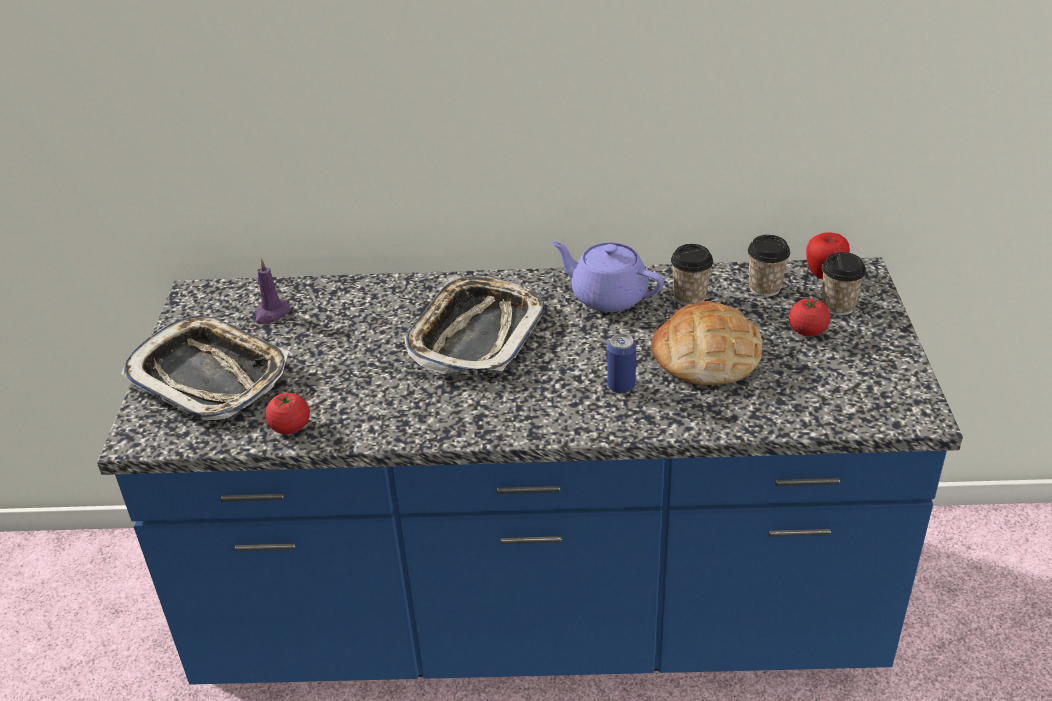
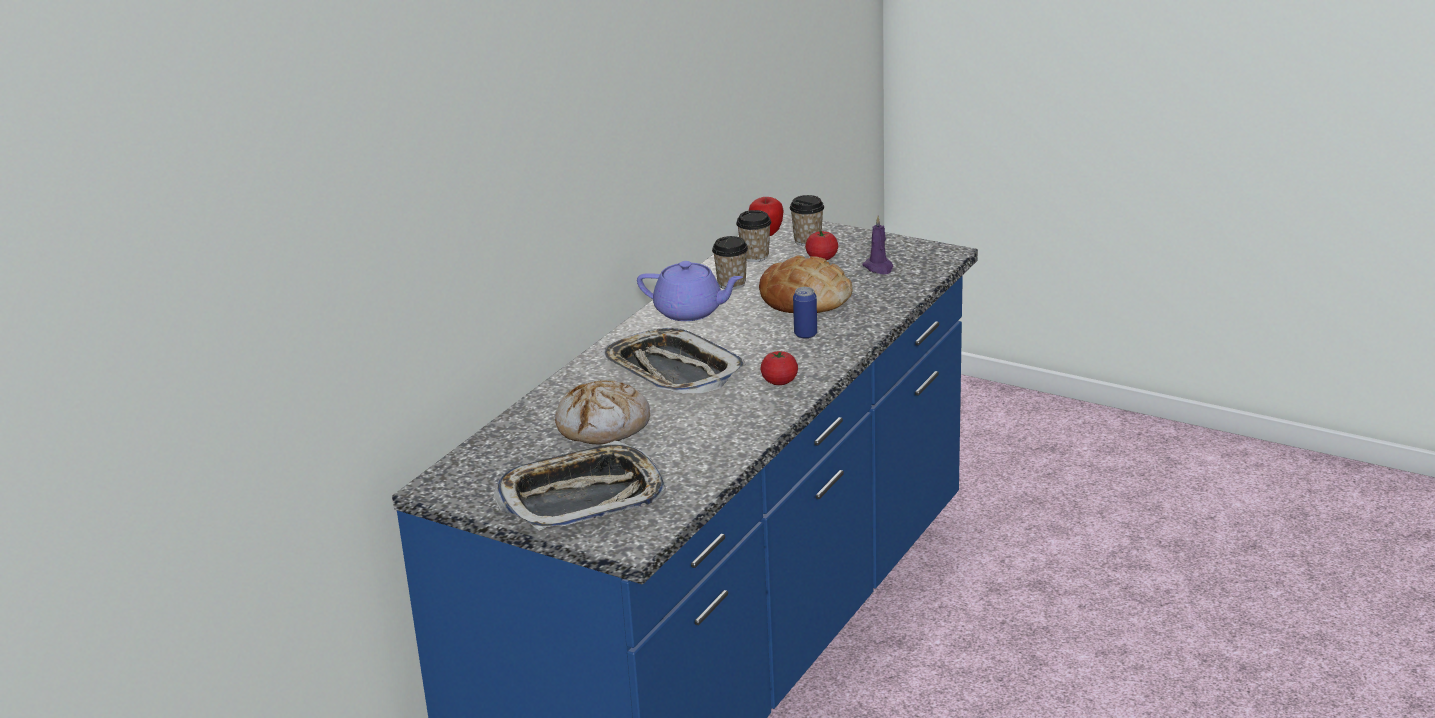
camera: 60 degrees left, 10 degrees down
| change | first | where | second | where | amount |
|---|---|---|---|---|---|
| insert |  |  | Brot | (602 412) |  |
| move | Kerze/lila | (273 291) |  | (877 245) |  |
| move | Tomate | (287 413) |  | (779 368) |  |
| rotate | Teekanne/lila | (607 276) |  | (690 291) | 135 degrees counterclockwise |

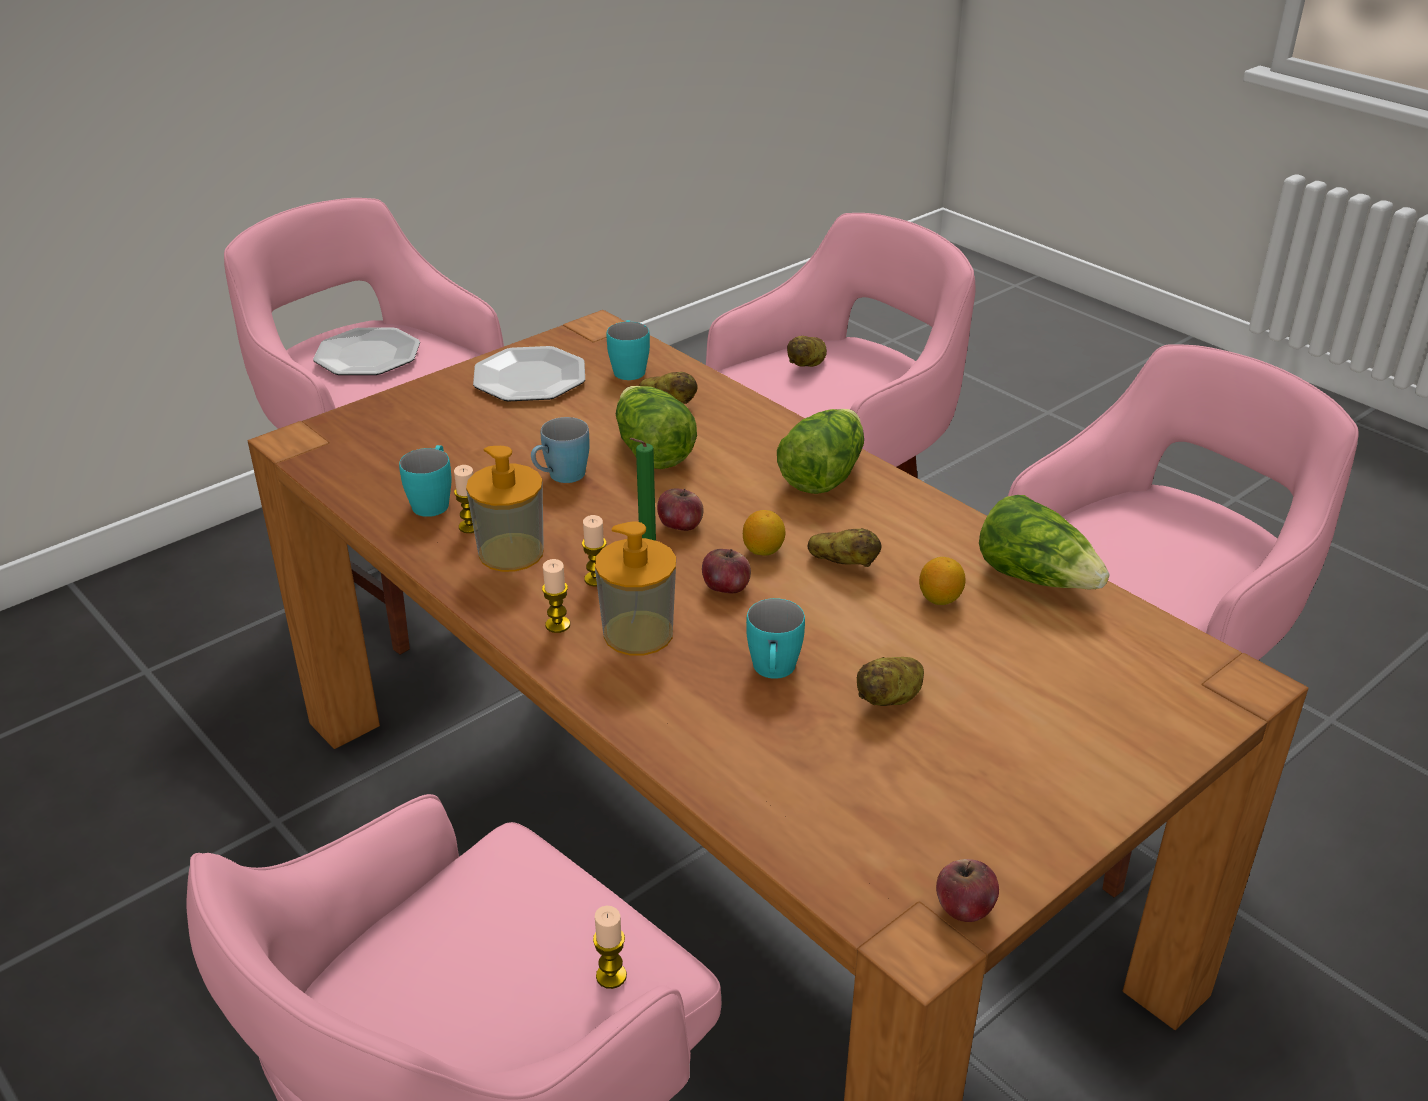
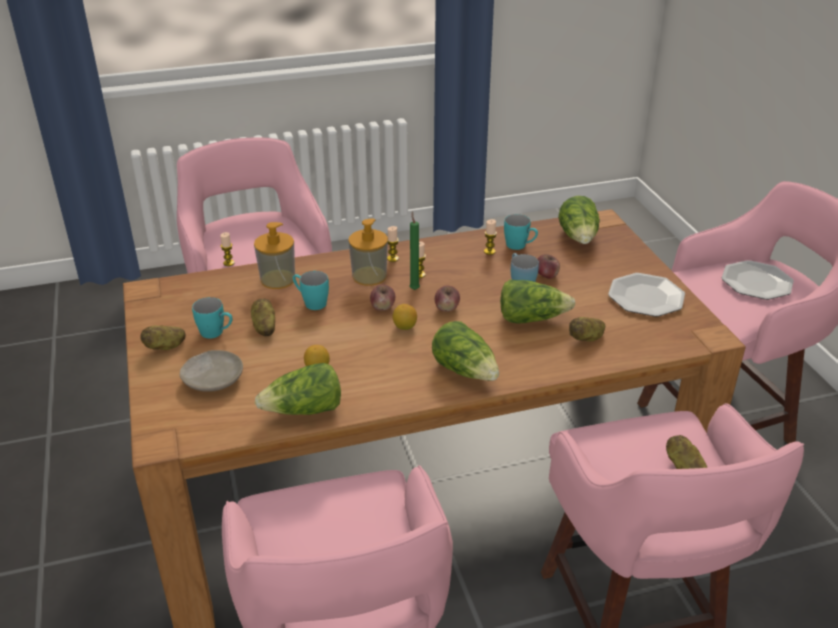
camera: 115 degrees right, 0 degrees up
| change | first | where | second | where | amount |
|---|---|---|---|---|---|
| insert |  |  | Teller/beige | (211 371) |  |
| insert |  |  | Salatkopf | (579 220) |  |
| move | Seifenspender | (505 509) |  | (274 255) |  |
| move | Henkelbecher/türkis | (628 350) |  | (212 318) |  |
| move | Kartoffel | (844 547) |  | (162 337) |  |
| move | Apfel | (967 890) |  | (549 266) |  |

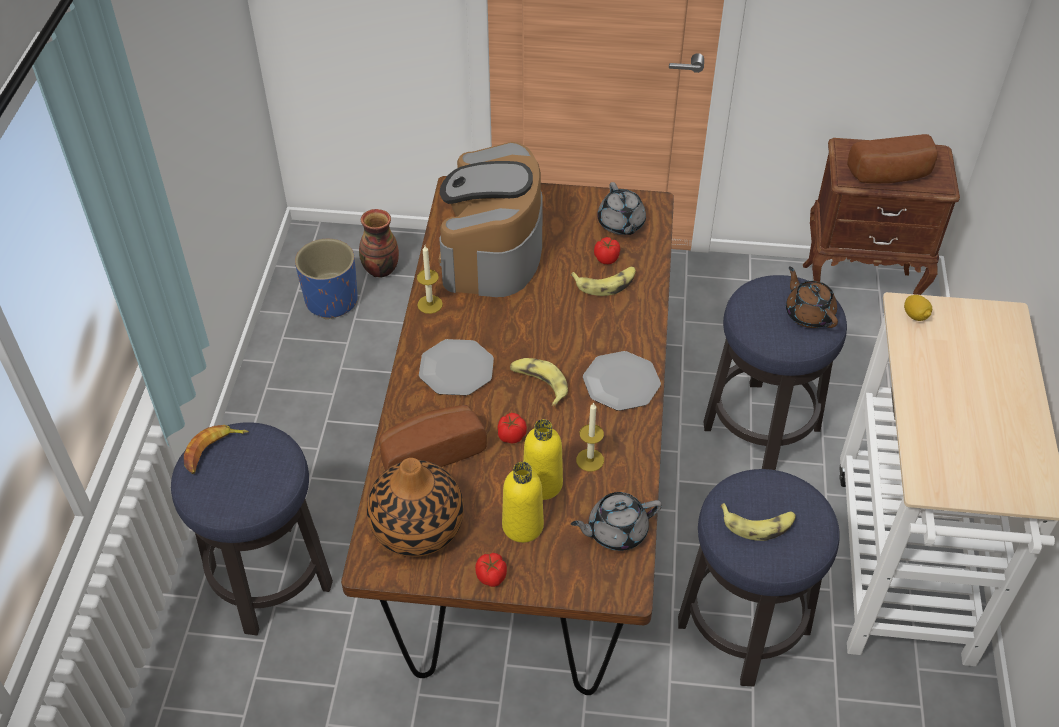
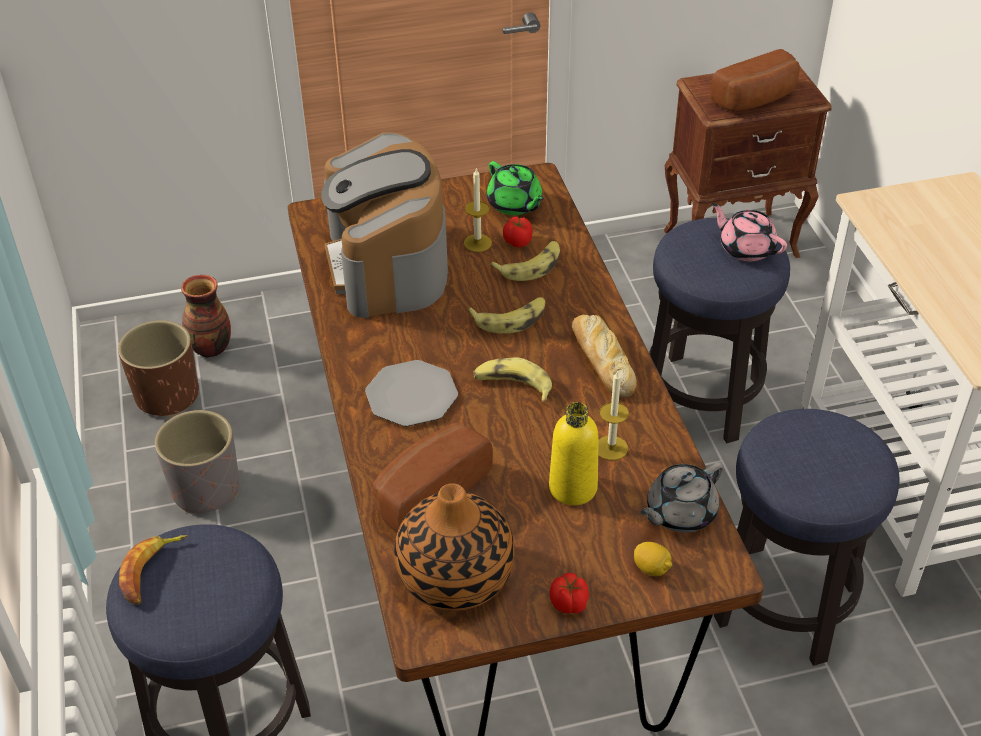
camera: 20 degrees left, 5 degrees down
| change | first | where | second | where | amount |
|---|---|---|---|---|---|
| delete | Tomate | (512 428) |  |  |  |
| delete | Flasche/gelb | (523 502) |  |  |  |
| insert |  |  | Pflanzkübel/grau | (197 462) |  |
| move | Kerze | (430 280) |  | (478 209) |  |
| move | Banane | (758 522) |  | (506 315) |  |
| move | Zitrone | (918 308) |  | (653 559) |  |
| replace | Teller | (622 381) | Brot | (604 356) |  |
| recolor | Pflanzkübel/blau | (326 279) | Pflanzkübel/braun | (158 369) |  |
| recolor | Teekanne/grau | (621 208) | Teekanne/grün | (515 188) |  |
| recolor | Teekanne/braun | (812 297) | Teekanne/rosa | (749 232) |  |

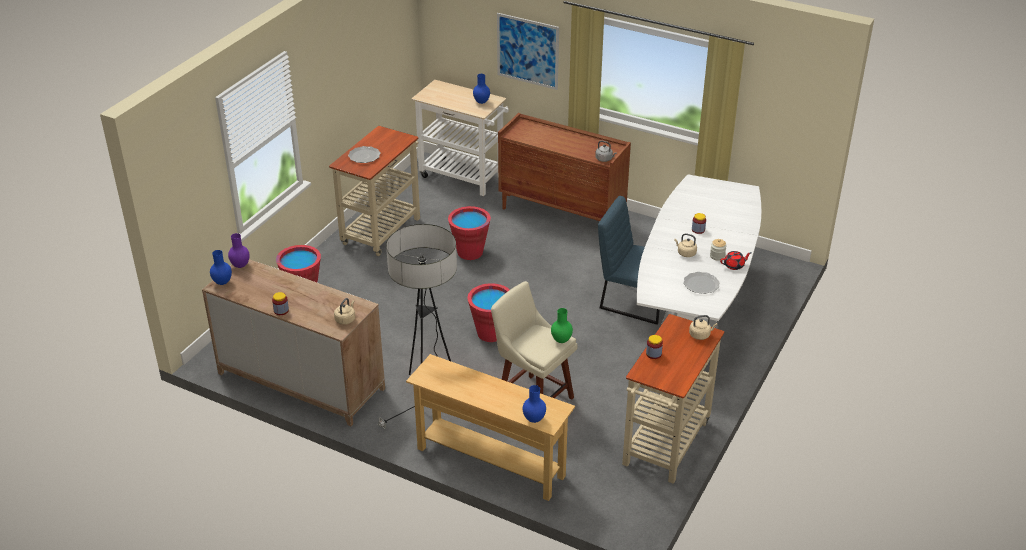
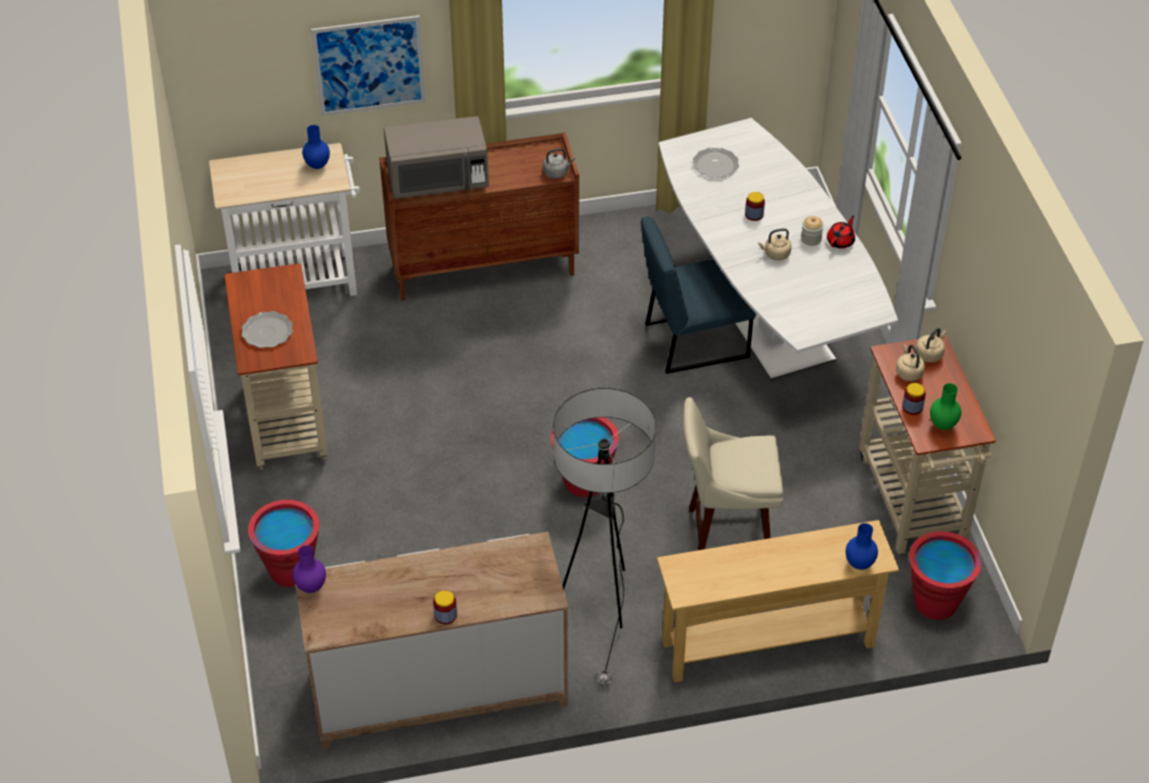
camera: 40 degrees left, 10 degrees up
| change | first | where | second | where | amount |
|---|---|---|---|---|---|
| delete | Vase/blau | (221 267) |  |  |  |
| insert |  |  | Mikrowelle/grau | (436 157) |  |
| move | Wasserkessel/beige | (344 311) |  | (910 363) |  |
| move | Eimer/rot | (469 233) |  | (945 575) |  |
| move | Vase/grün | (562 325) |  | (945 406) |  |
| move | Teller | (701 283) |  | (716 163) |  |

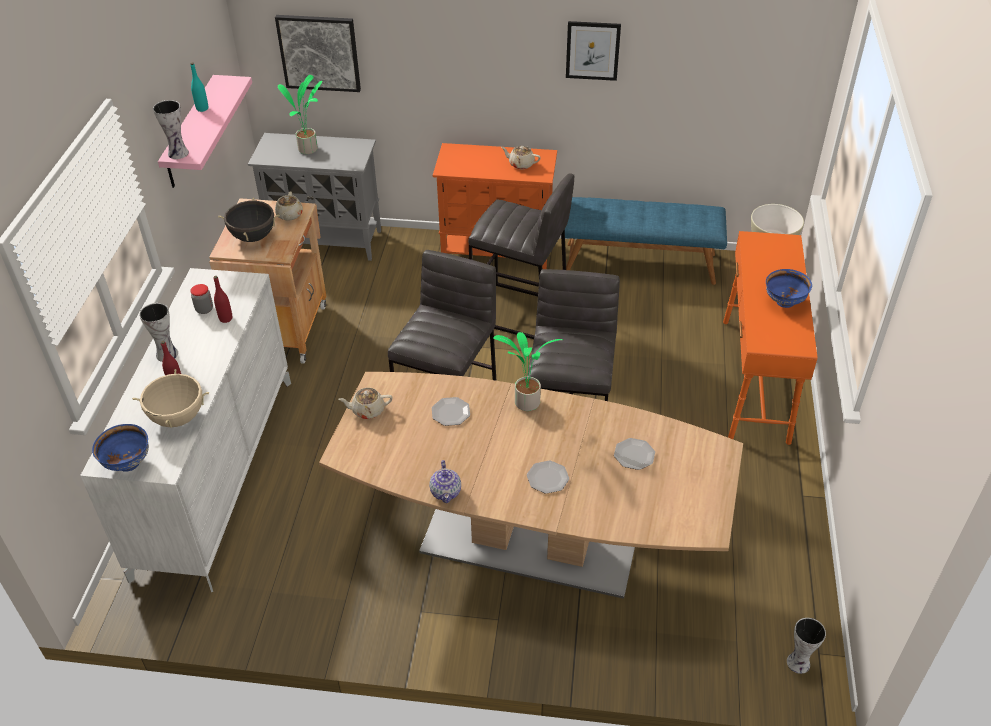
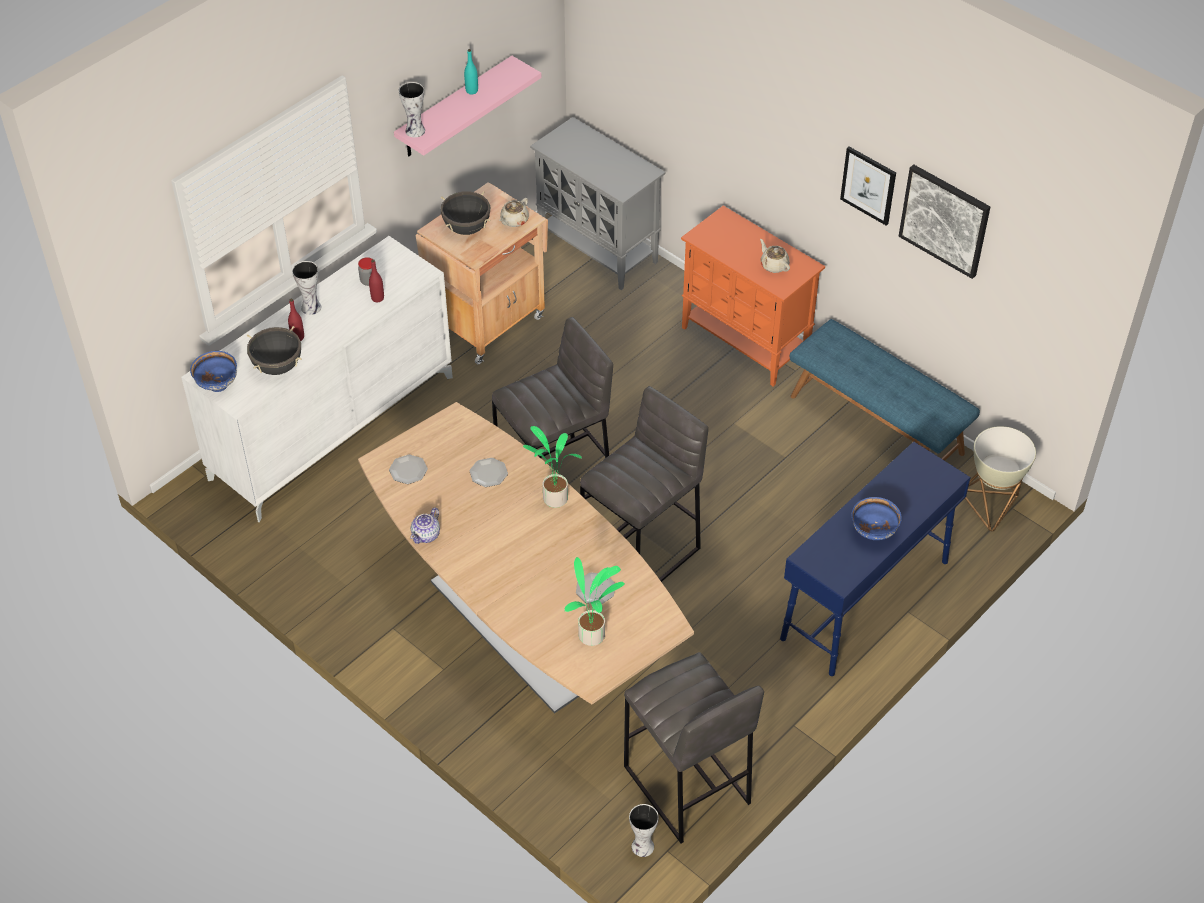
camera: 35 degrees right, 5 degrees up
| change | first | where | second | where | amount |
|---|---|---|---|---|---|
| delete | Teekanne/beige | (365 403) |  |  |  |
| move | Bild | (318 53) |  | (944 221) |  |
| move | Topfpflanze | (300 114) |  | (595 601) |  |
| move | Hocker/grau | (521 256) |  | (694 748) |  |
| move | Teller | (548 477) |  | (408 469) |  |
| recolor | Kochtopf/beige | (170 398) | Kochtopf/schwarz | (274 350) |  |
| recolor | Konsolentisch/orange | (770 338) | Konsolentisch/blau | (875 559) |  |

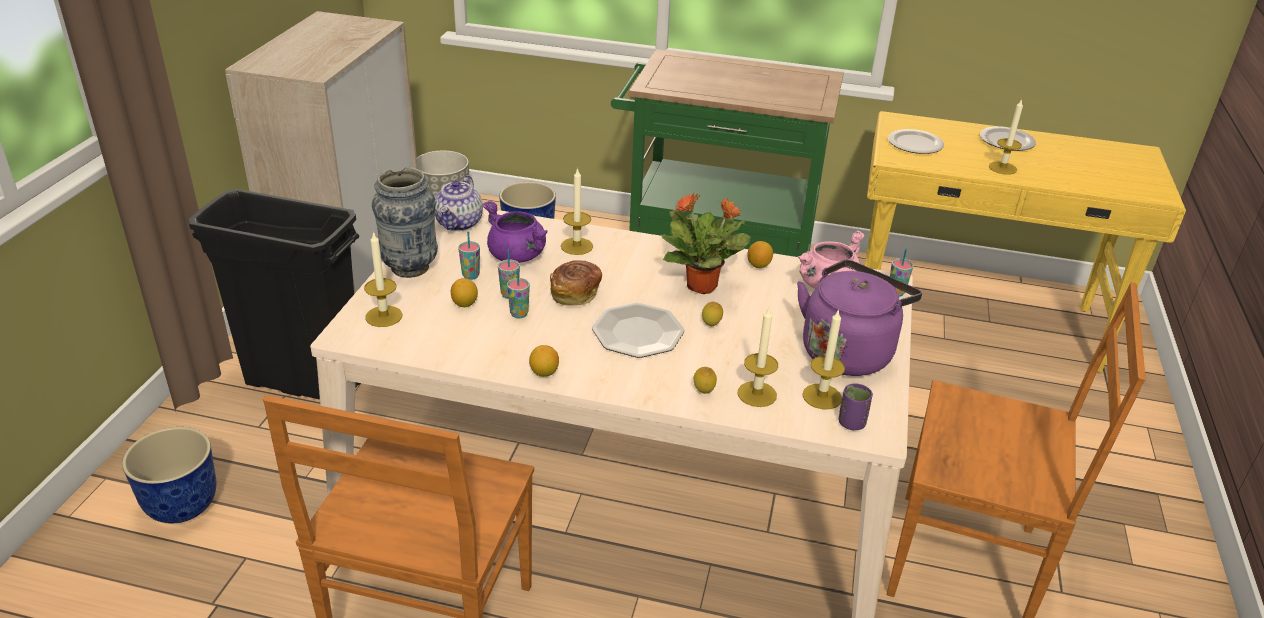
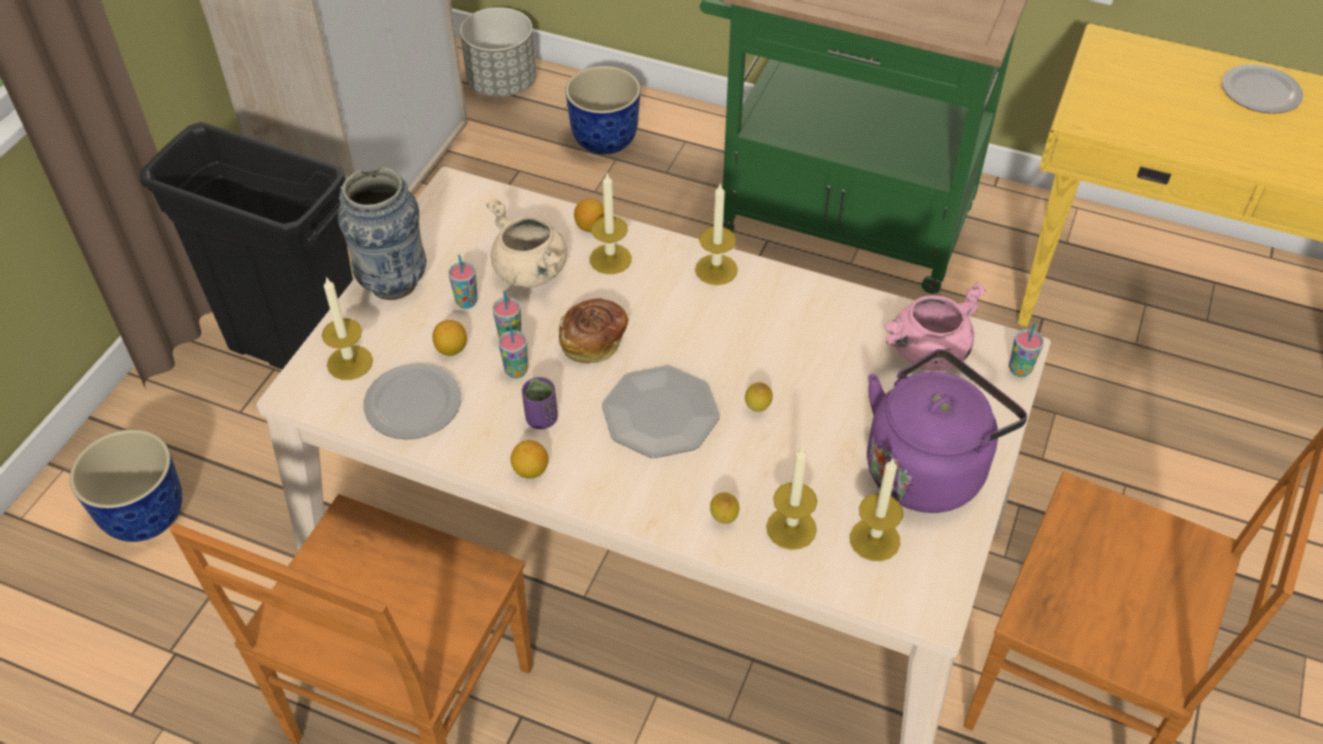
camera: 10 degrees right, 15 degrees up
| change | first | where | second | where | amount |
|---|---|---|---|---|---|
| delete | Teekanne | (459 203) |  |  |  |
| delete | Topfpflanze | (706 243) |  |  |  |
| move | Zitrone | (760 254) |  | (589 215) |  |
| move | Tasse/lila | (856 406) |  | (540 403) |  |
| move | Teller | (916 141) |  | (412 401) |  |
| move | Kerze | (1006 137) |  | (716 234) |  |
| recolor | Kochtopf/lila | (515 232) | Kochtopf/beige | (526 243) |  |

